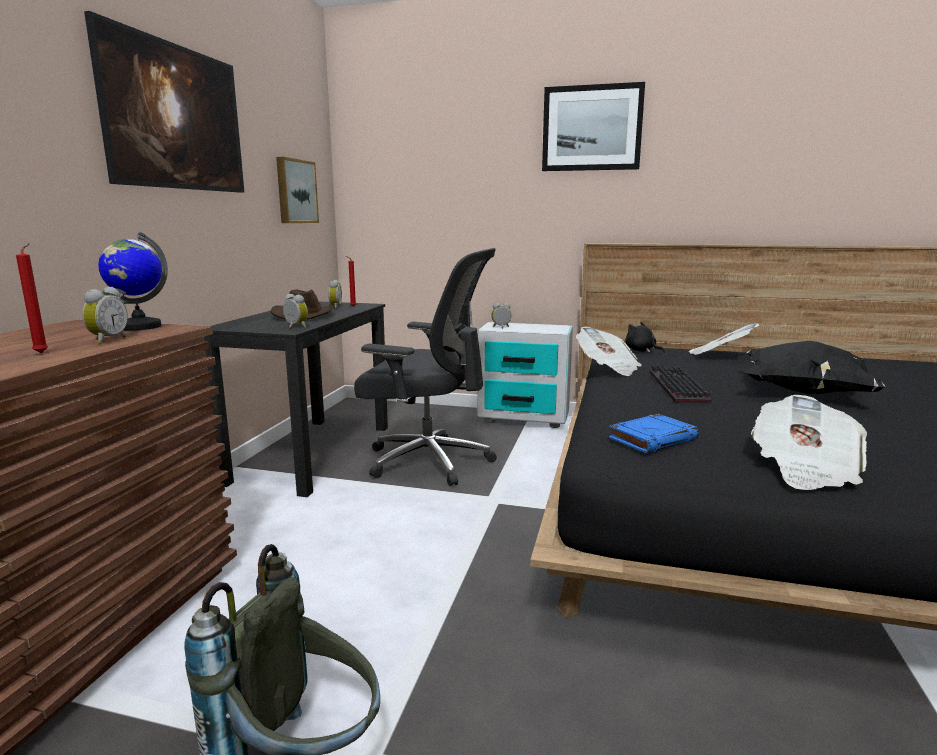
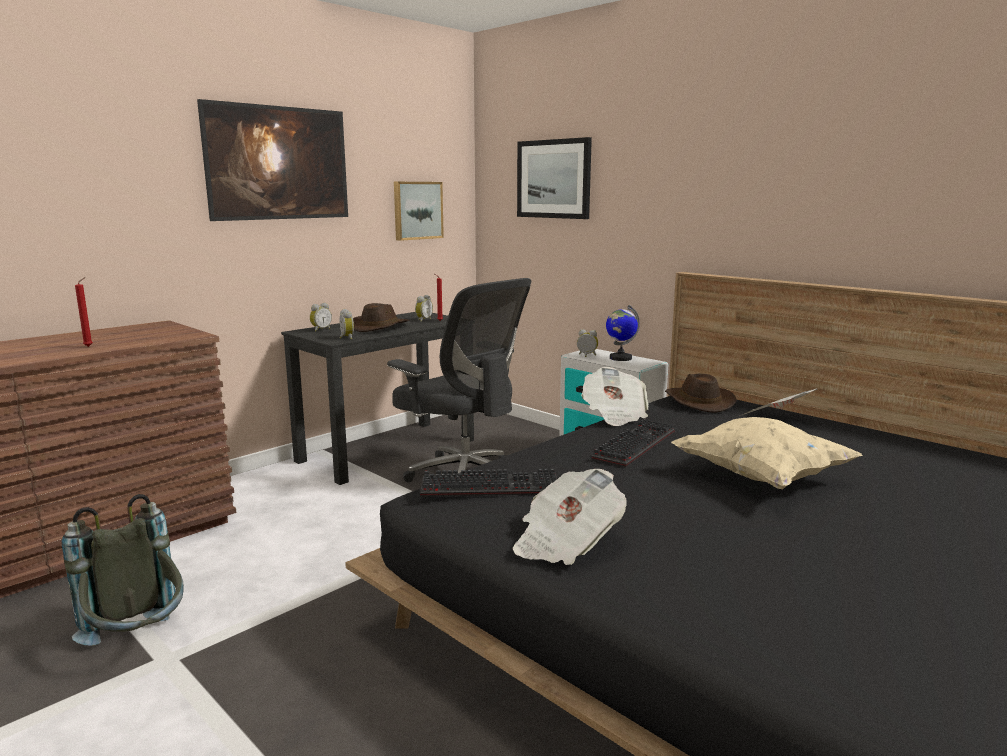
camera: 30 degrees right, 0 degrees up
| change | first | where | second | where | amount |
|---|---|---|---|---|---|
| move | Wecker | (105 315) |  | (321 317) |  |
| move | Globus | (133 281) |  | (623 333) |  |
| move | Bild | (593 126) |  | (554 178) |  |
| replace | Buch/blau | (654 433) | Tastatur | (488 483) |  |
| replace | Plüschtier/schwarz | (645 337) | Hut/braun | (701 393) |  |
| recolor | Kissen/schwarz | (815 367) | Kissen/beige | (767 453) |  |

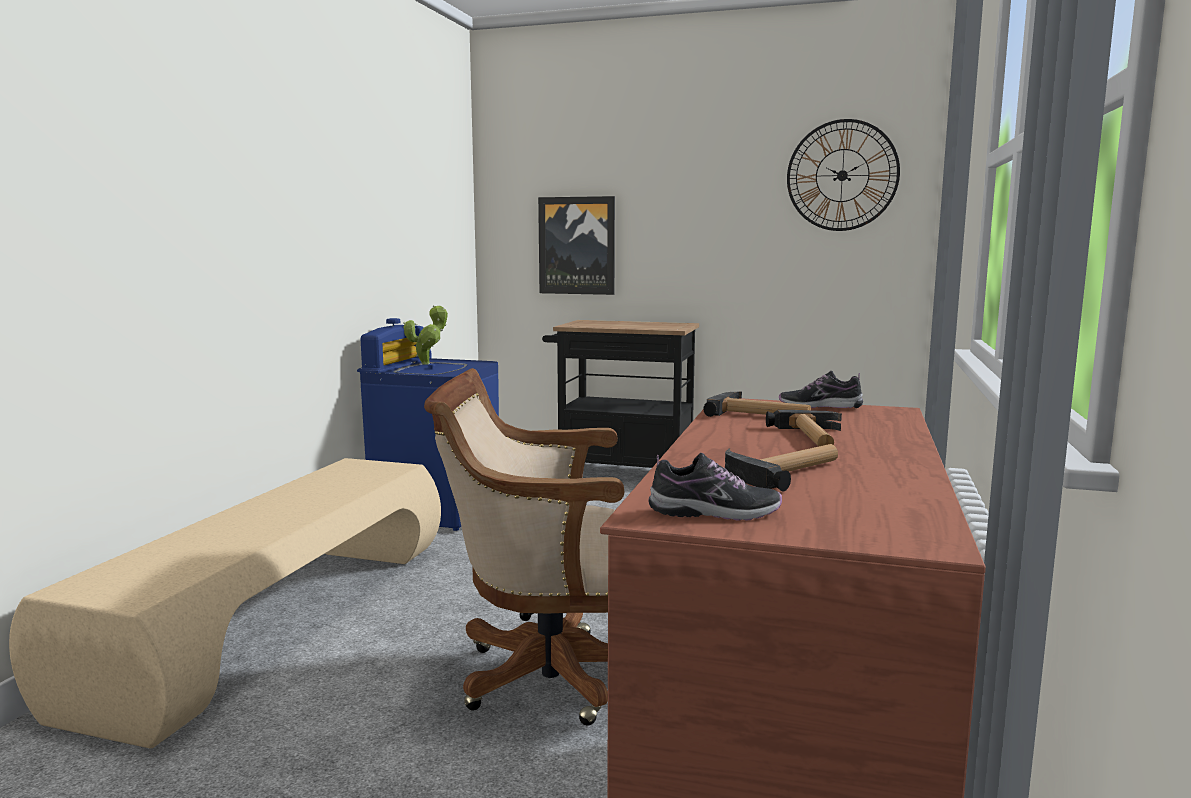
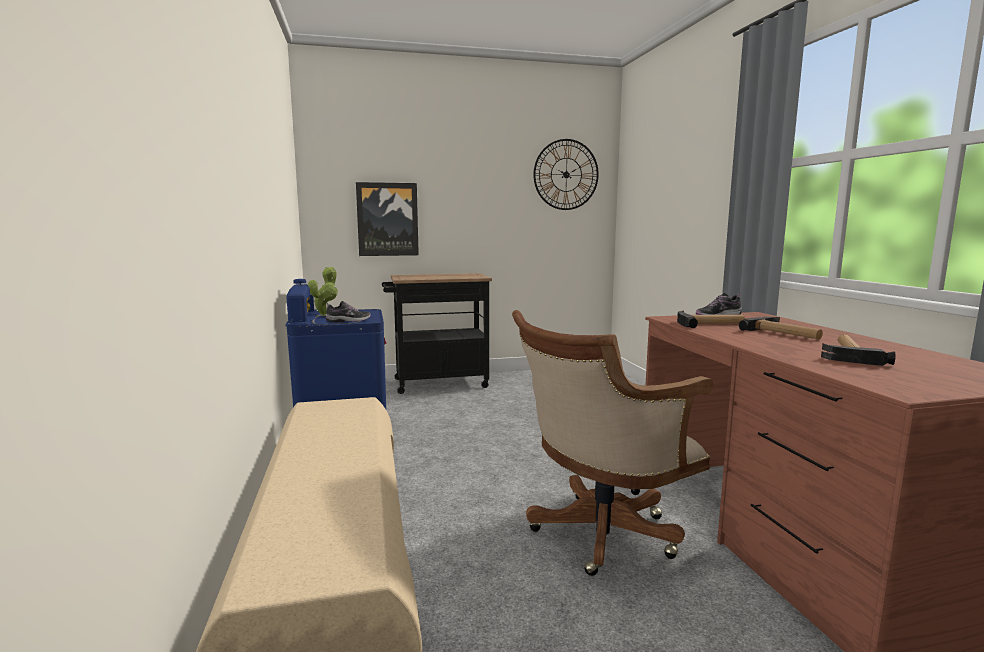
camera: 30 degrees left, 0 degrees up
| change | first | where | second | where | amount |
|---|---|---|---|---|---|
| move | Schuh | (715 487) |  | (348 312) |  |

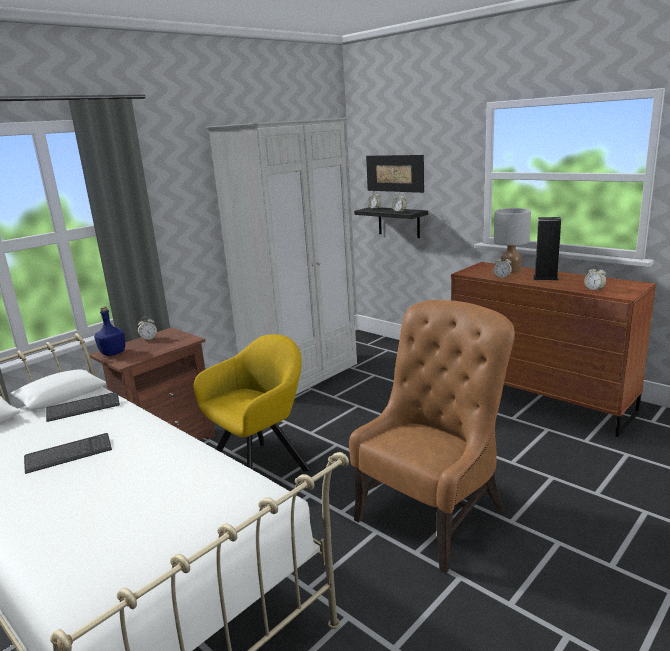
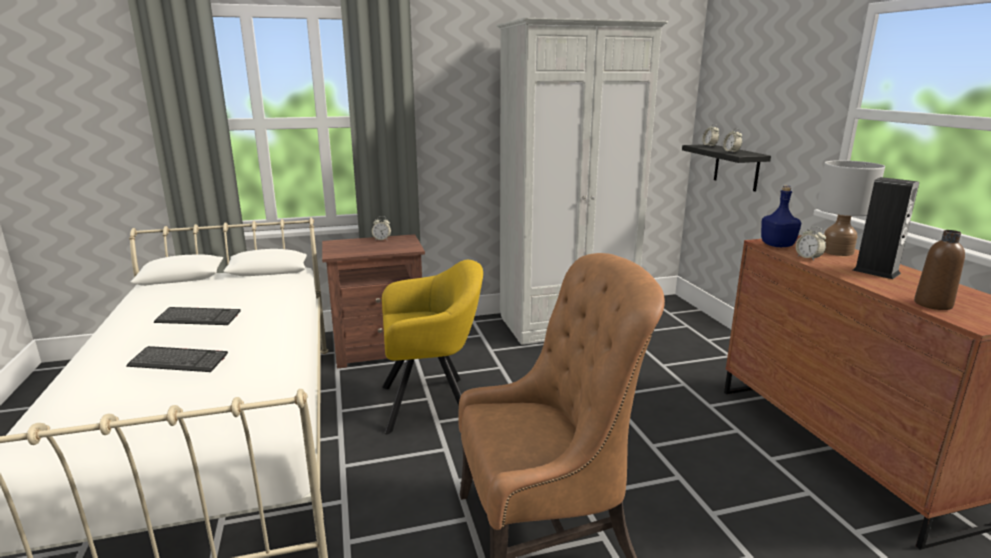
camera: 30 degrees right, 0 degrees up
| change | first | where | second | where | amount |
|---|---|---|---|---|---|
| delete | Bild | (395 174) |  |  |  |
| move | Tastatur | (83 407) |  | (177 359) |  |
| move | Flasche/blau | (109 331) |  | (781 216) |  |
| replace | Wecker | (595 279) | Flasche/braun | (939 270) |  |

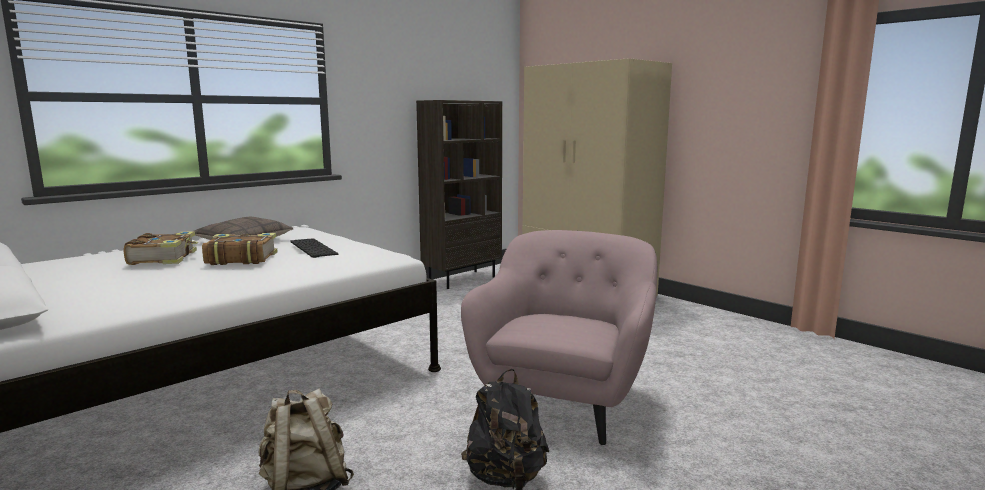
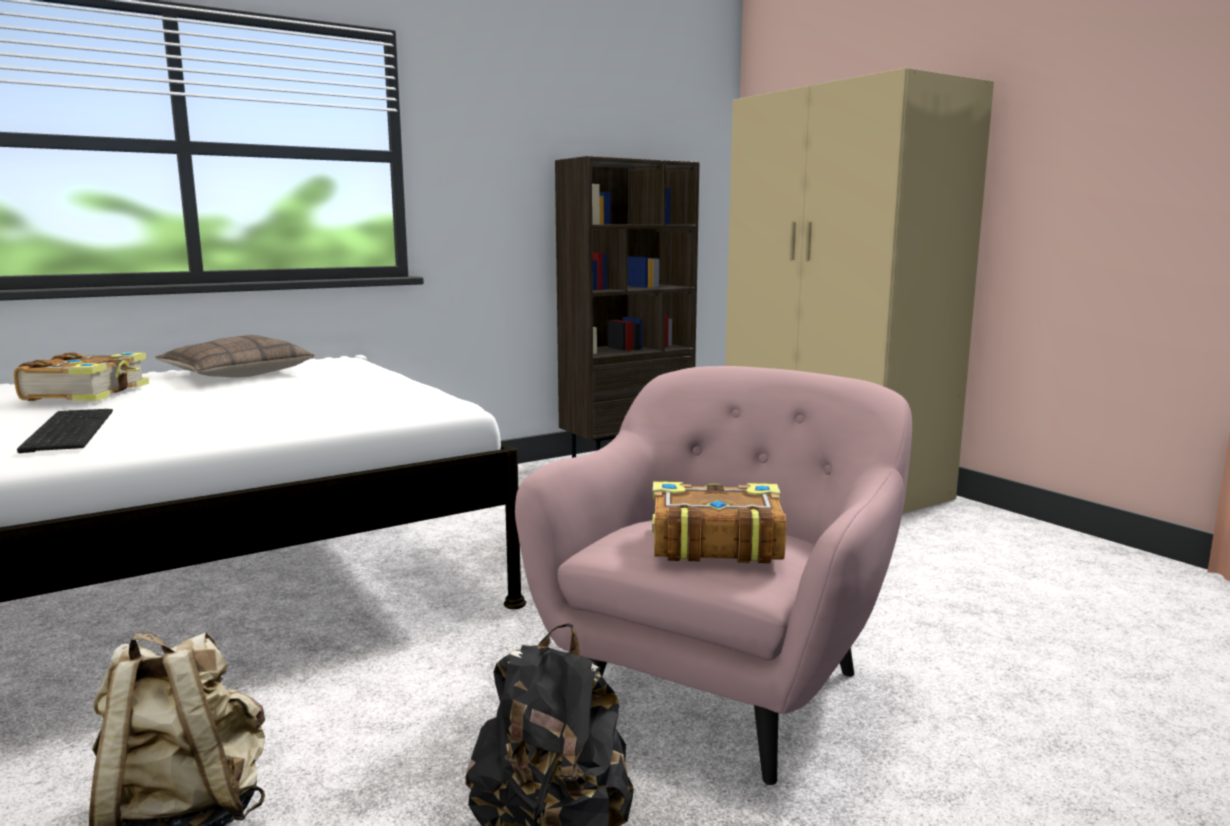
camera: 10 degrees right, 0 degrees up
| change | first | where | second | where | amount |
|---|---|---|---|---|---|
| move | Buch | (240 249) |  | (719 522) |  |
| move | Tastatur | (314 248) |  | (65 431) |  |

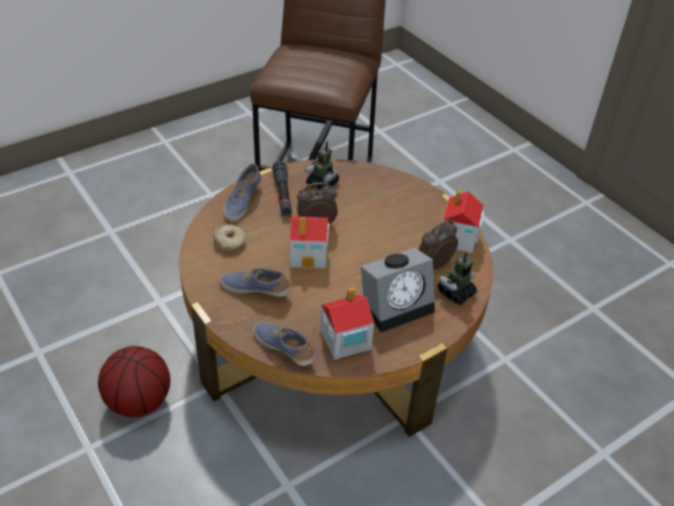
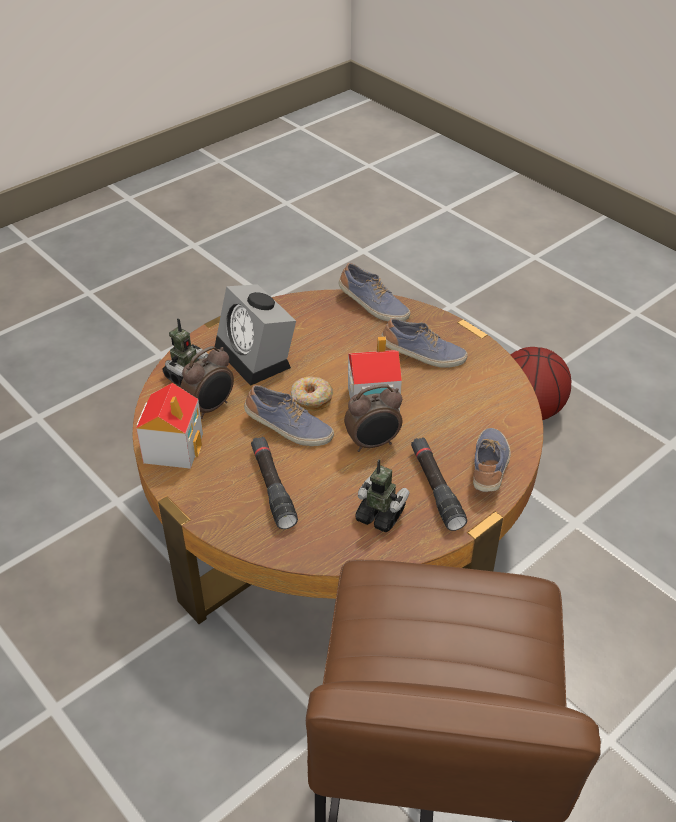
camera: 175 degrees right, 0 degrees up
| change | first | where | second | where | amount |
|---|---|---|---|---|---|
| delete | Spielzeughaus | (347 323) |  |  |  |
| insert |  |  | Schuh | (289 415) |  |
| insert |  |  | Taschenlampe/schwarz | (274 483) |  |
| move | Donut | (229 237) |  | (311 394) |  |
| rotate | Wecker | (398 290) |  | (255 335) | 90 degrees counterclockwise |

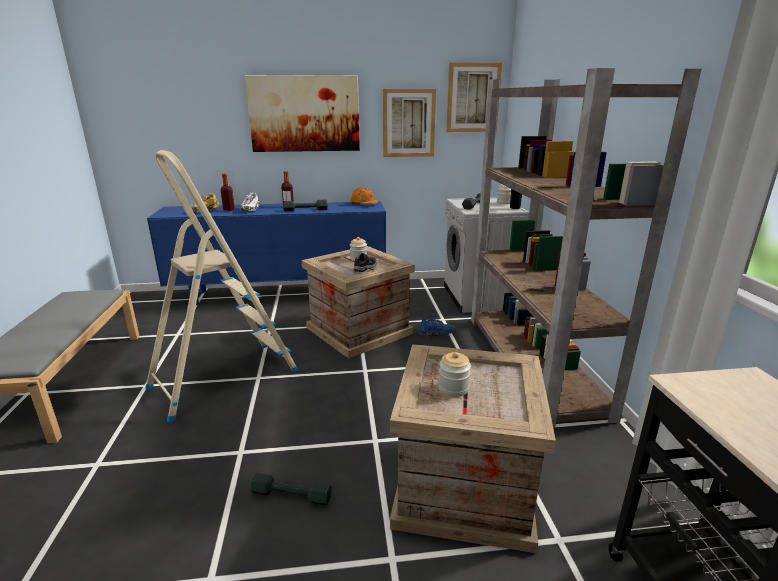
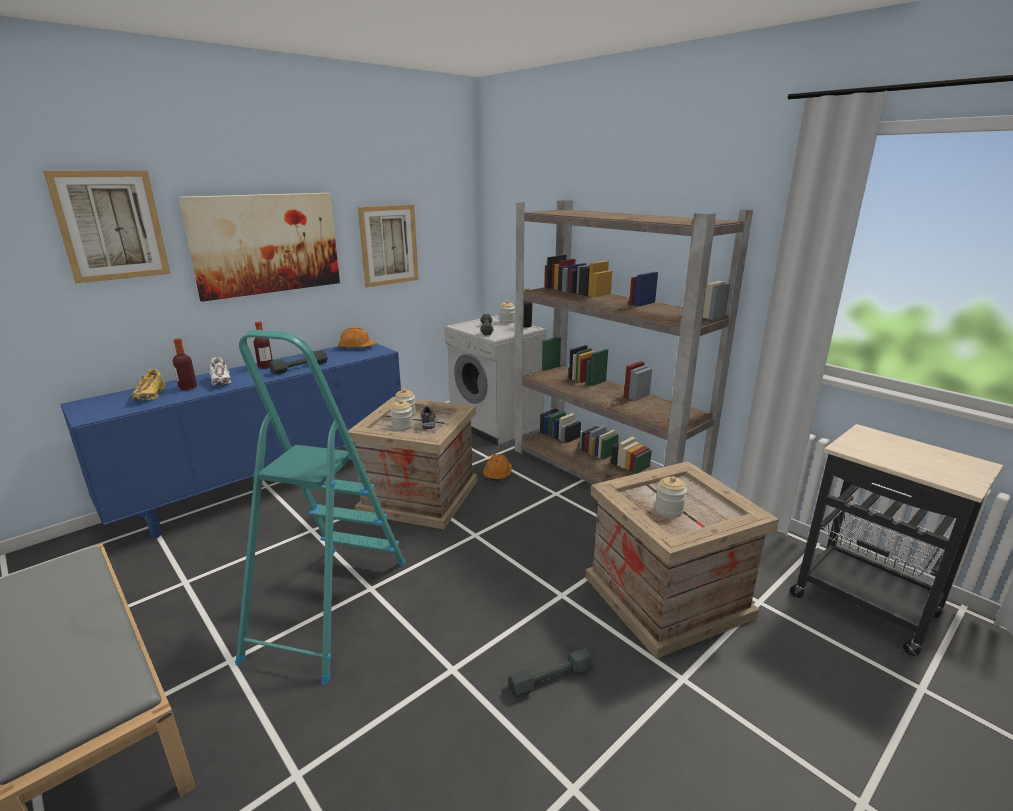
camera: 35 degrees left, 0 degrees up
| change | first | where | second | where | amount |
|---|---|---|---|---|---|
| insert |  |  | Vorratsglas | (401 415) |  |
| move | Bild | (474 97) |  | (107 227) |  |
| replace | Schuh/blau | (436 327) | Schutzhelm/orange | (497 467) |  |
| recolor | Trittleiter/beige | (221 286) | Trittleiter/türkis | (320 507) |  |

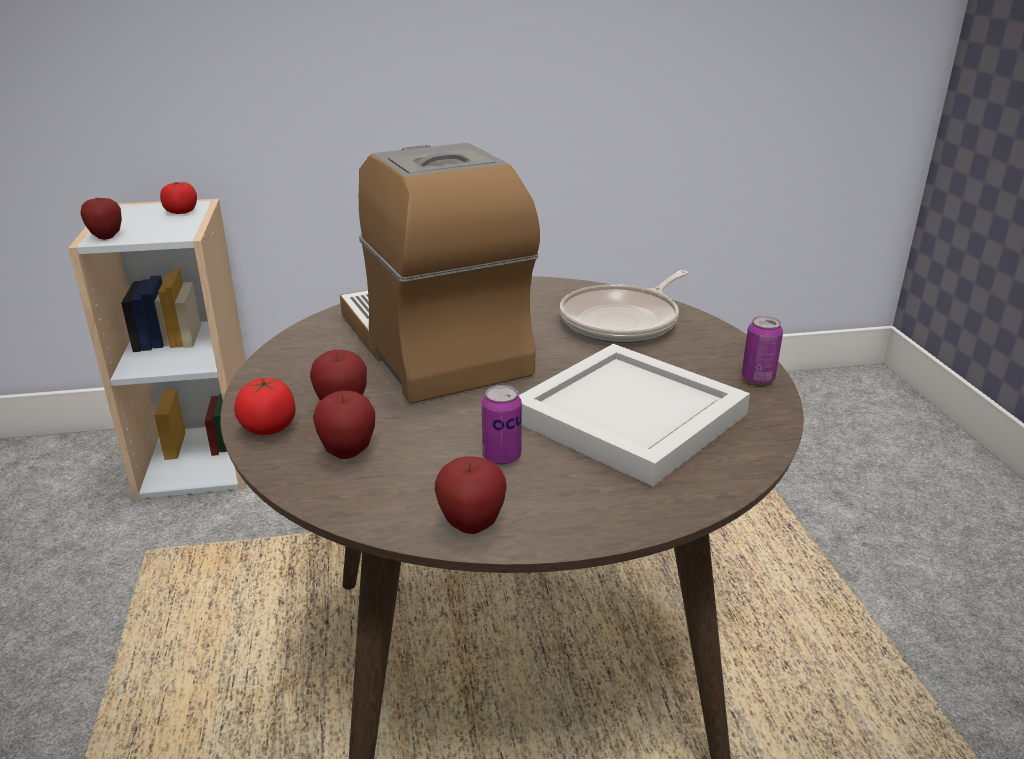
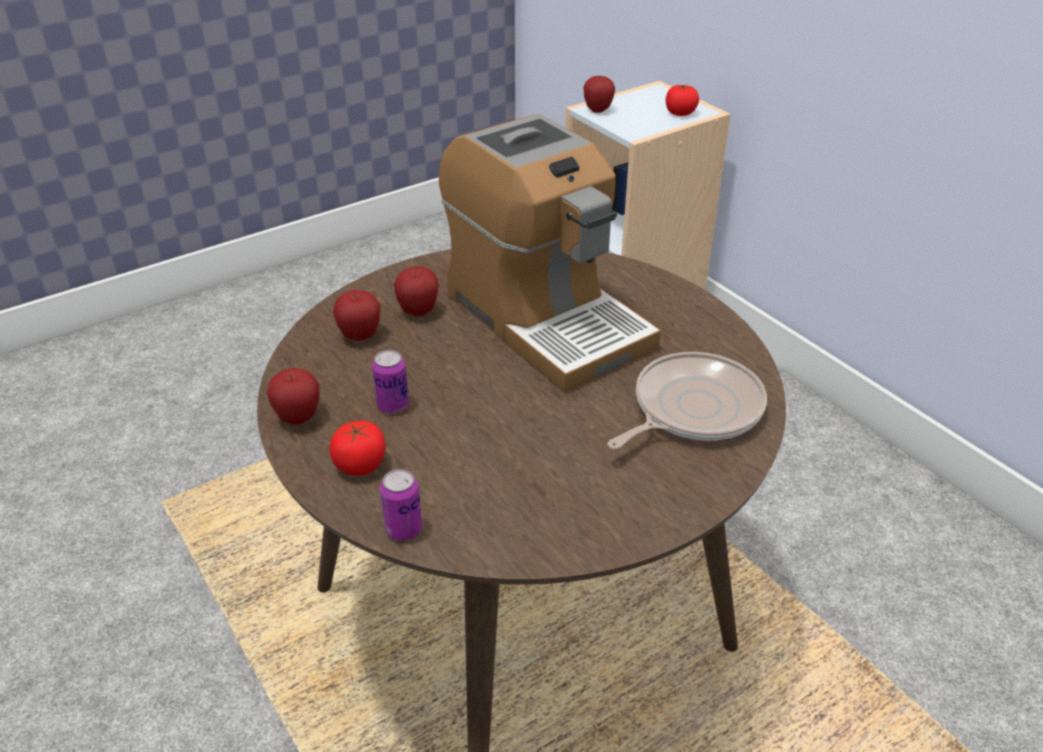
camera: 65 degrees right, 10 degrees up
| change | first | where | second | where | amount |
|---|---|---|---|---|---|
| delete | Tablett/weiß | (634 415) |  |  |  |
| move | Tomate | (264 406) |  | (357 448) |  |
| move | Dose | (762 350) |  | (401 505) |  |
| rotate | Kaffeemaschine | (440 273) |  | (550 253) | 105 degrees clockwise |
| rotate | Pfanne | (624 306) |  | (687 400) | 120 degrees clockwise |

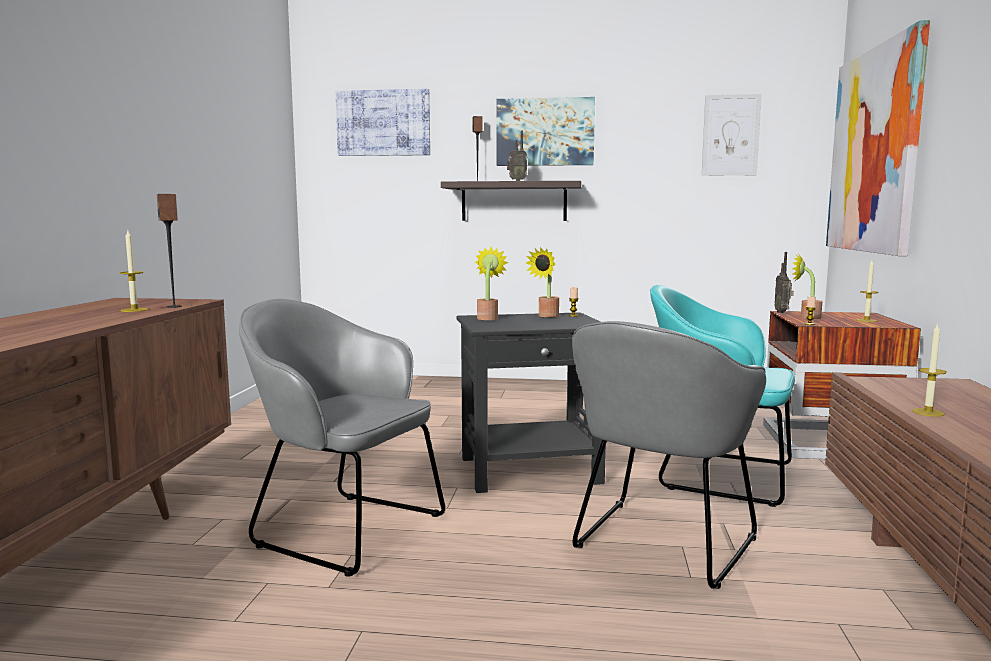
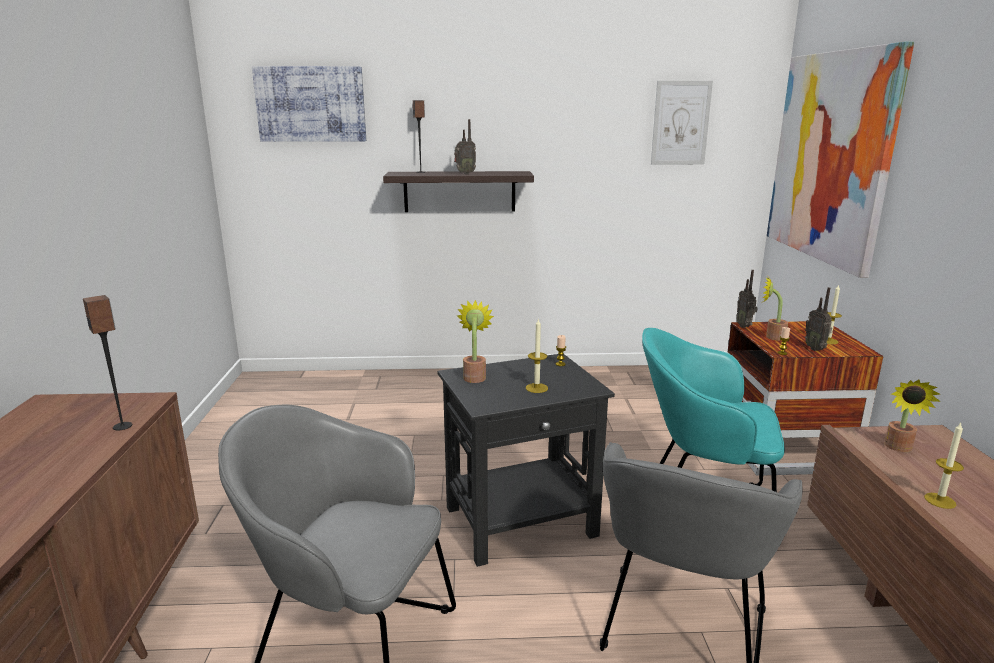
camera: 10 degrees left, 10 degrees up
| change | first | where | second | where | amount |
|---|---|---|---|---|---|
| delete | Bild | (545 131) |  |  |  |
| insert |  |  | Radio | (818 319) |  |
| move | Kerze | (134 271) |  | (537 355) |  |
| move | Topfpflanze | (542 282) |  | (913 416) |  |

